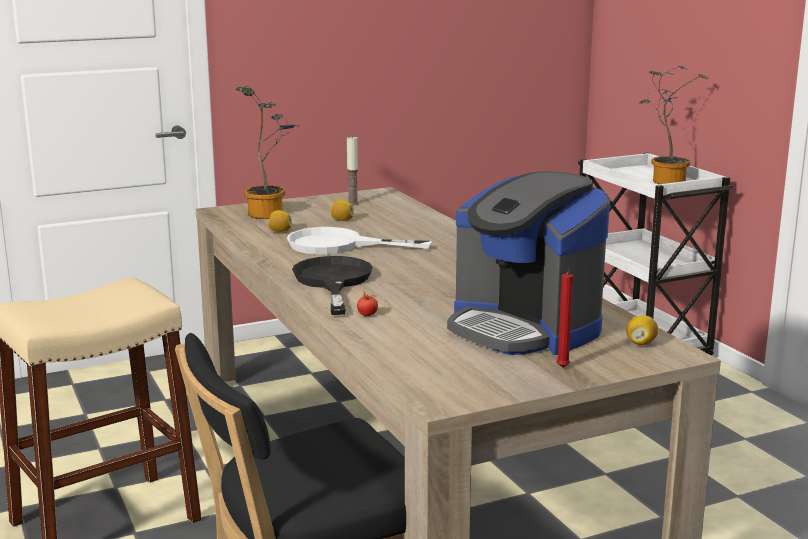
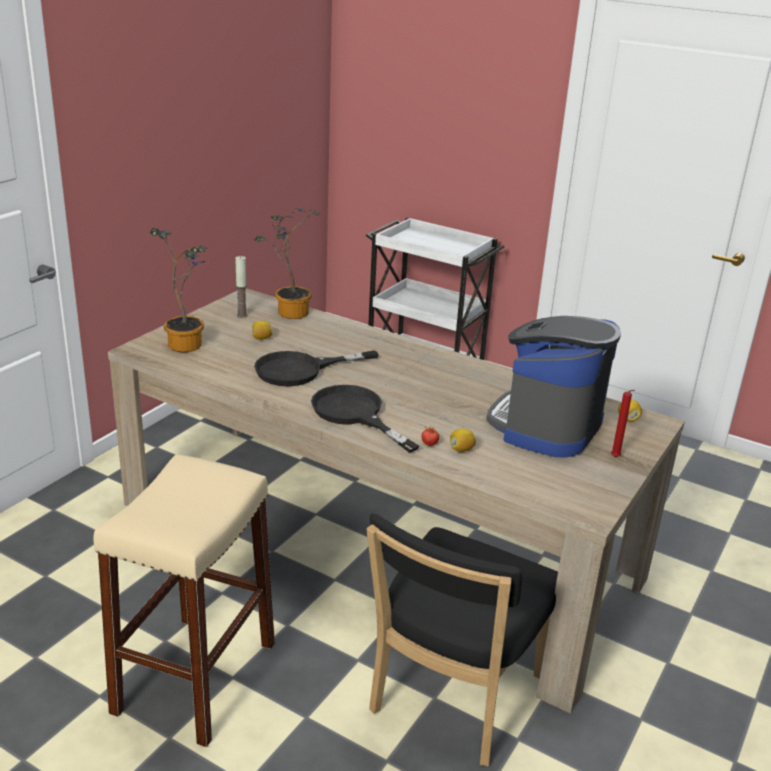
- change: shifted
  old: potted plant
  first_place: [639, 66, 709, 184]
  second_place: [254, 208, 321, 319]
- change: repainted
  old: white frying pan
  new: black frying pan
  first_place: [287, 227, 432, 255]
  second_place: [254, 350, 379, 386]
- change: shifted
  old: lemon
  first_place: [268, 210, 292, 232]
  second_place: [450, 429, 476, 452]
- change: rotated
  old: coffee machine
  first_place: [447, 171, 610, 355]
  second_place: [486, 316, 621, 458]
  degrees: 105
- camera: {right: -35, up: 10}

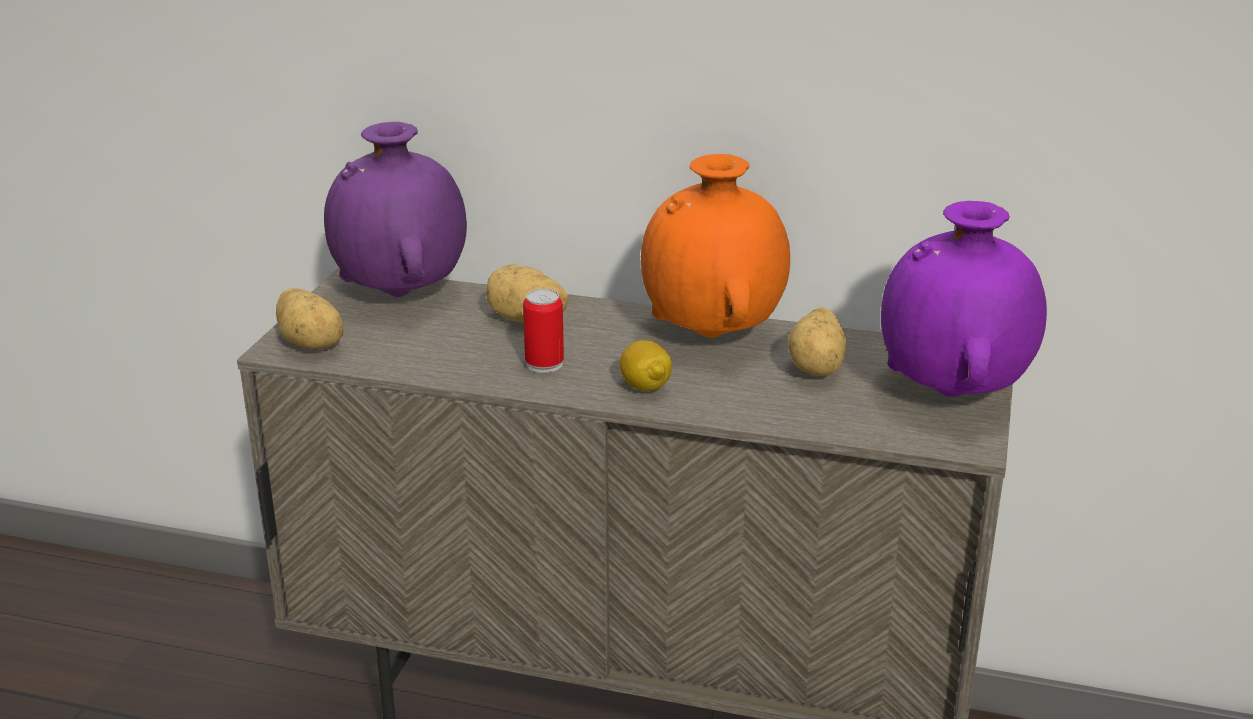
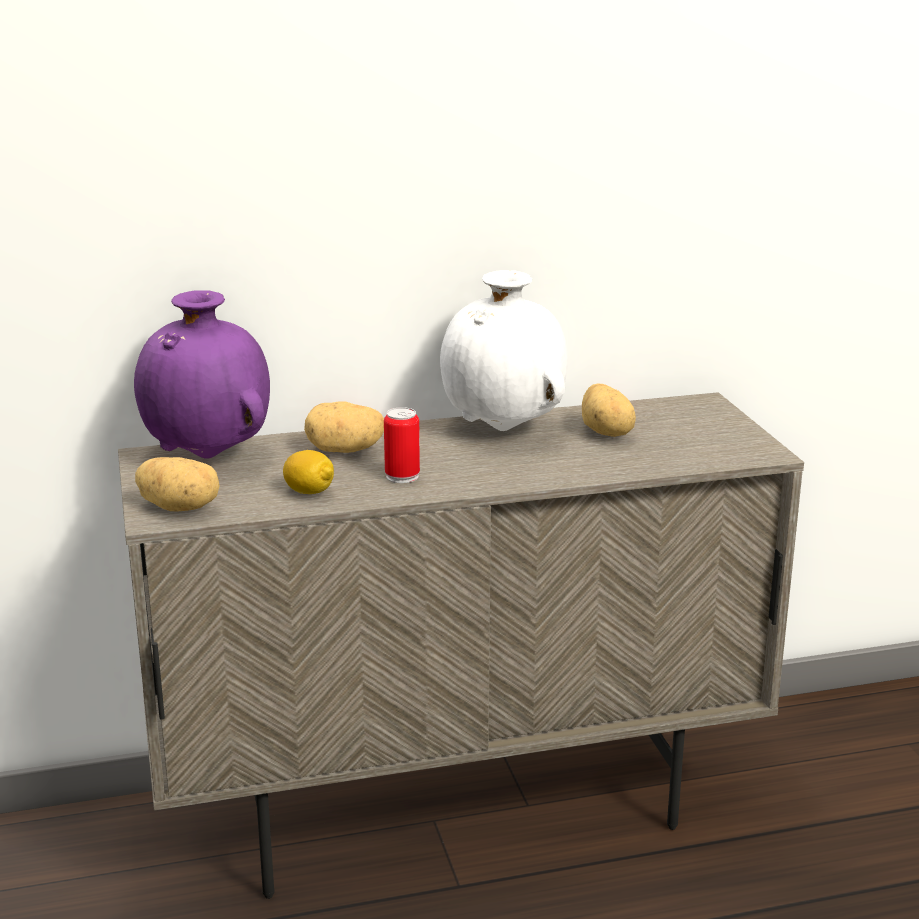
- change: shifted
  old: lemon
  first_place: [620, 340, 672, 391]
  second_place: [283, 450, 334, 494]
- change: repainted
  old: orange vase
  new: white vase
  first_place: [641, 154, 790, 338]
  second_place: [440, 270, 568, 431]
- change: gone
  old: purple vase
  first_place: [881, 201, 1047, 397]
- camera: {right: -30, up: -5}

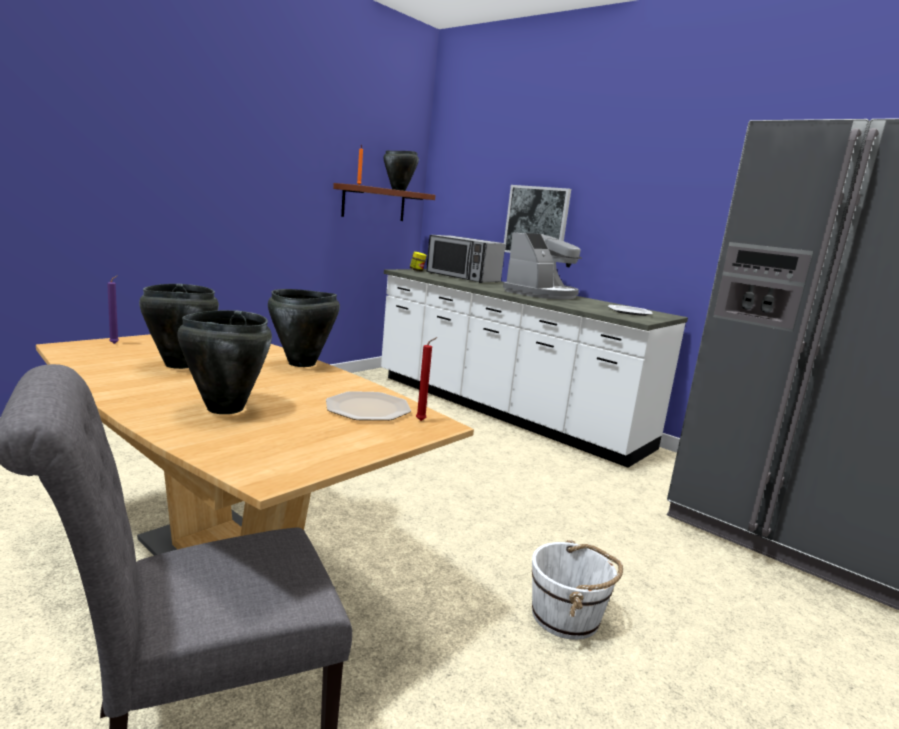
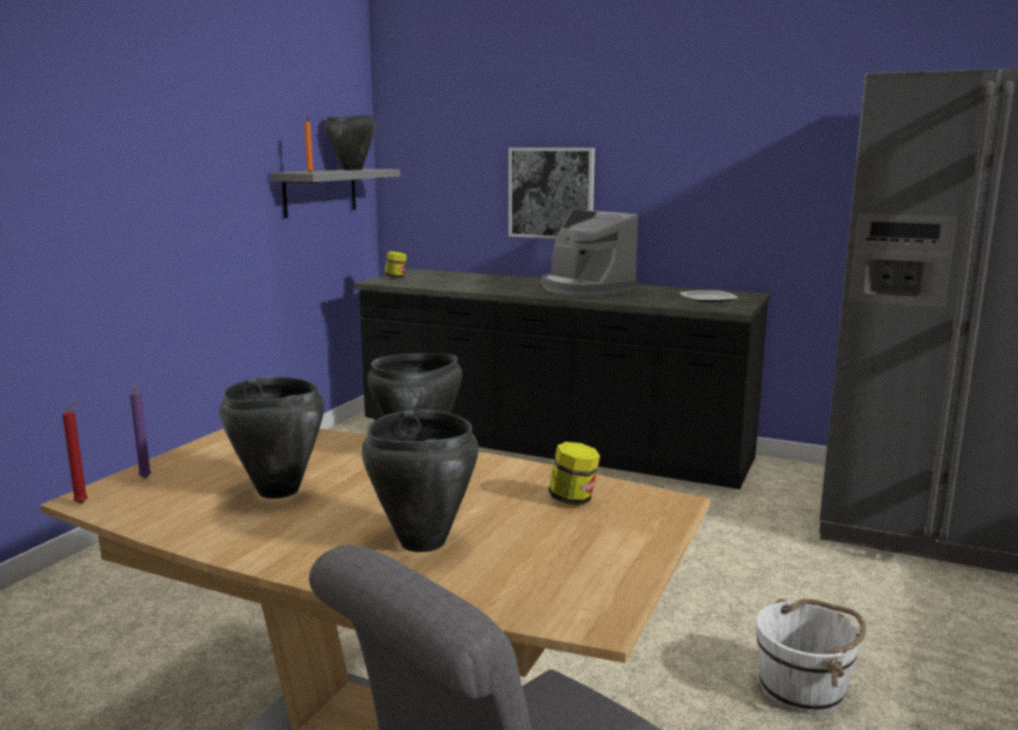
- change: shifted
  old: red candle
  first_place: [416, 337, 437, 421]
  second_place: [62, 400, 88, 504]
- change: repainted
  old: brown shelf
  new: grey shelf
  first_place: [333, 183, 436, 221]
  second_place: [270, 169, 400, 218]
- change: repainted
  old: white counter
  new: black counter
  first_place: [381, 269, 688, 468]
  second_place: [354, 269, 771, 489]
- change: rotated
  old: coffee machine
  first_place: [503, 233, 582, 299]
  second_place: [541, 210, 638, 296]
  degrees: 120
- change: swapped
  old: plate
  new: jar
  first_place: [326, 391, 411, 421]
  second_place: [548, 442, 600, 505]
- change: gone
  old: microwave
  first_place: [426, 235, 505, 283]
- camera: {right: -15, up: 0}

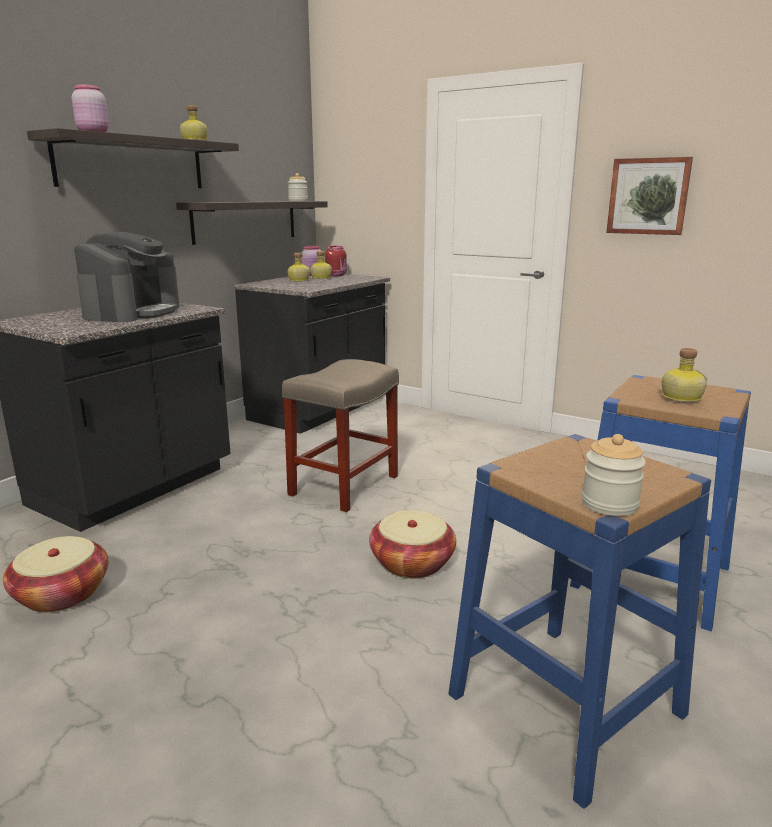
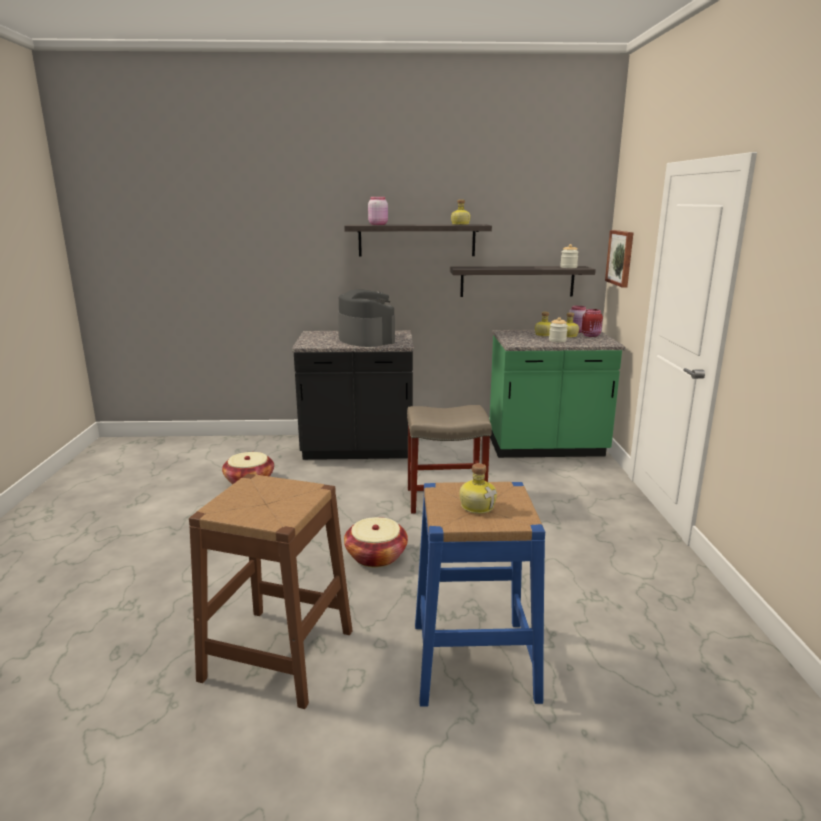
- change: repainted
  old: blue stool
  new: brown stool
  first_place: [448, 434, 711, 809]
  second_place: [189, 474, 353, 709]
- change: rotated
  old: coffee machine
  first_place: [74, 232, 180, 322]
  second_place: [338, 289, 395, 347]
  degrees: -105
- change: repainted
  old: black counter
  new: green counter
  first_place: [234, 274, 390, 434]
  second_place: [490, 330, 625, 458]
- change: shifted
  old: jar
  first_place: [582, 434, 646, 516]
  second_place: [549, 317, 568, 342]
- change: shifted
  old: picture
  first_place: [606, 157, 693, 235]
  second_place: [605, 230, 633, 288]
- camera: {right: 55, up: 0}

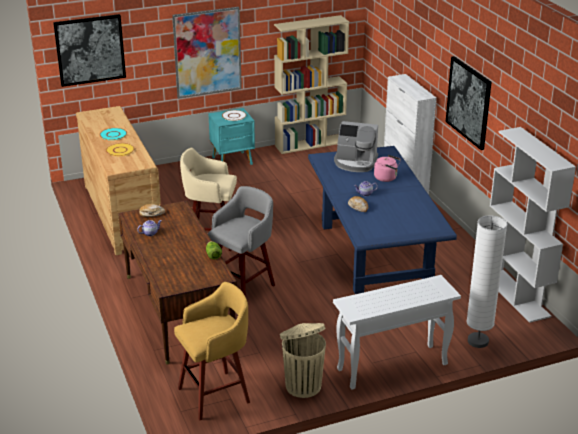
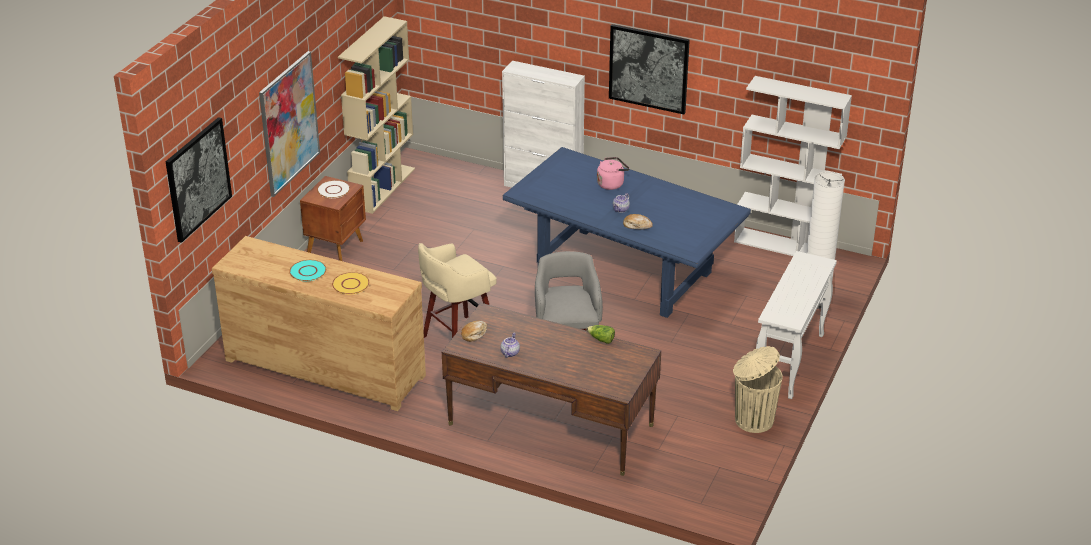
- change: repainted
  old: turquoise nightstand
  new: brown nightstand
  first_place: [209, 108, 255, 165]
  second_place: [300, 176, 366, 261]
- change: gone
  old: yellow stool
  first_place: [174, 282, 250, 420]
- change: gone
  old: coffee machine
  first_place: [334, 121, 378, 172]
- camera: {right: -45, up: 5}

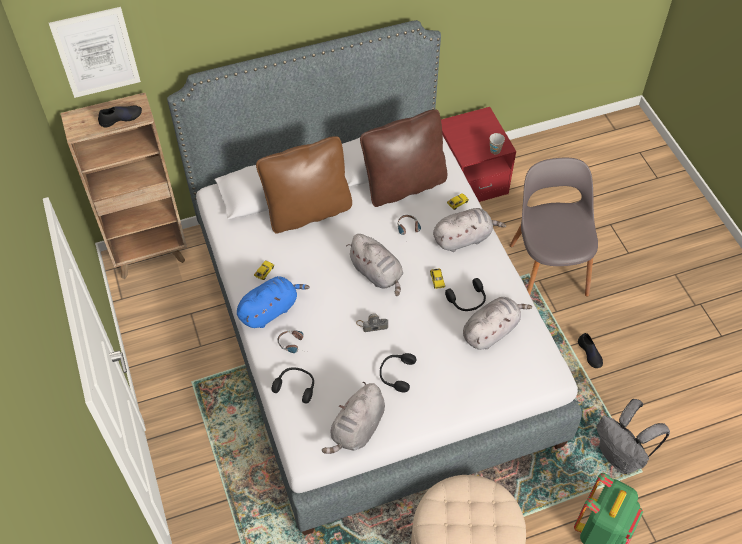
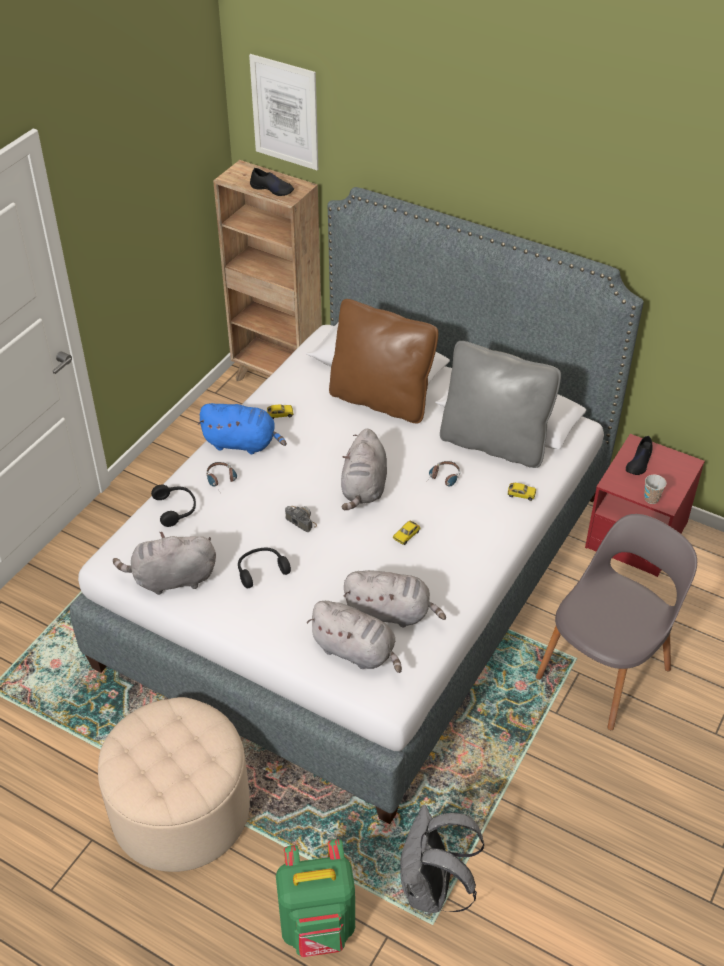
- change: shifted
  old: grey plush toy
  first_place: [433, 208, 506, 252]
  second_place: [307, 601, 402, 673]
- change: repainted
  old: brown pillow
  new: grey pillow
  first_place: [360, 109, 447, 207]
  second_place: [440, 341, 561, 468]
- change: shifted
  old: black shoe
  first_place: [578, 333, 603, 368]
  second_place: [626, 436, 653, 475]
- change: gone
  old: black headphones
  first_place: [445, 278, 486, 311]
- camera: {right: 50, up: -10}

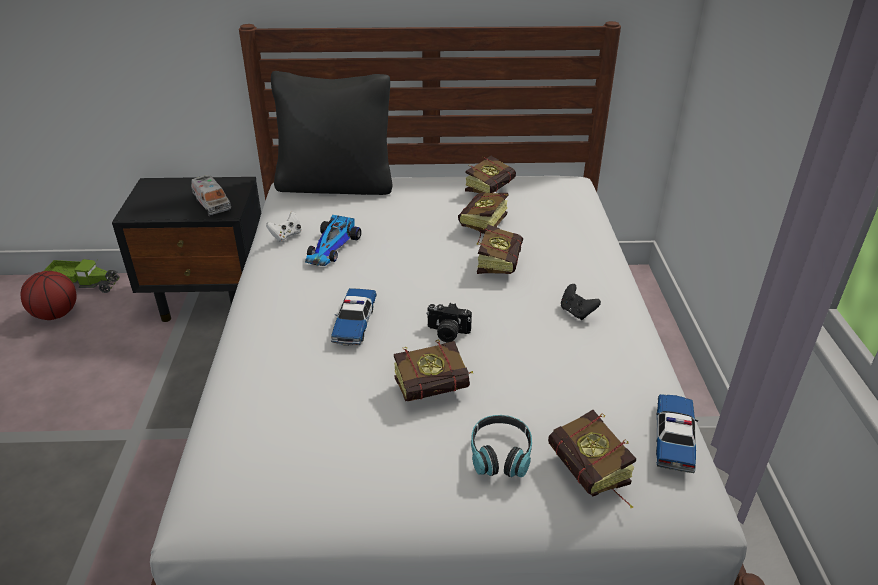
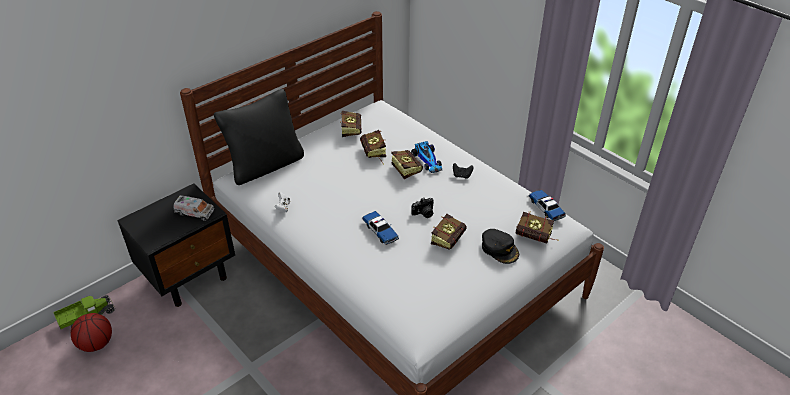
- change: shifted
  old: toy car
  first_place: [305, 215, 361, 266]
  second_place: [411, 141, 442, 173]
- change: swapped
  old: headphones
  new: black cap
  first_place: [471, 415, 532, 477]
  second_place: [482, 229, 519, 264]
- camera: {right: -40, up: 5}

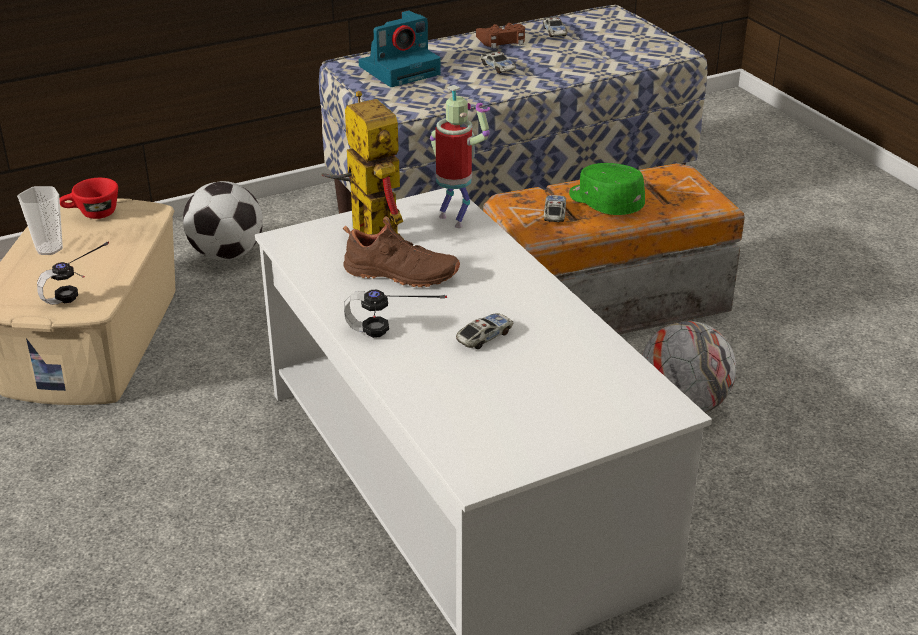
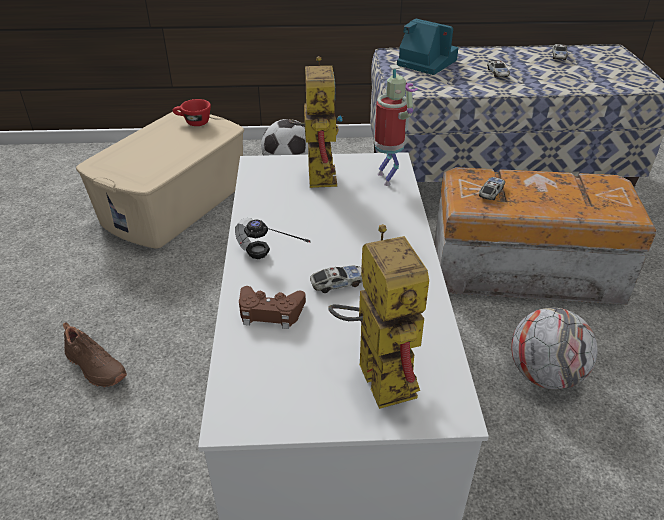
- change: shifted
  old: brown shoe
  first_place: [343, 216, 460, 287]
  second_place: [63, 322, 127, 387]
- change: shifted
  old: brown game controller
  first_place: [476, 23, 525, 49]
  second_place: [239, 286, 306, 329]
- change: new
  new: toy robot
  second_place: [328, 224, 429, 409]
- change: rotated
  old: photo camera
  first_place: [359, 10, 441, 87]
  second_place: [397, 19, 458, 75]
  degrees: -135
- change: gone
  old: cup
  first_place: [17, 186, 63, 255]
- change: gone
  old: headphones
  first_place: [37, 241, 109, 305]
- change: gone
  old: green cap
  first_place: [569, 163, 645, 215]
- camera: {right: 25, up: 5}

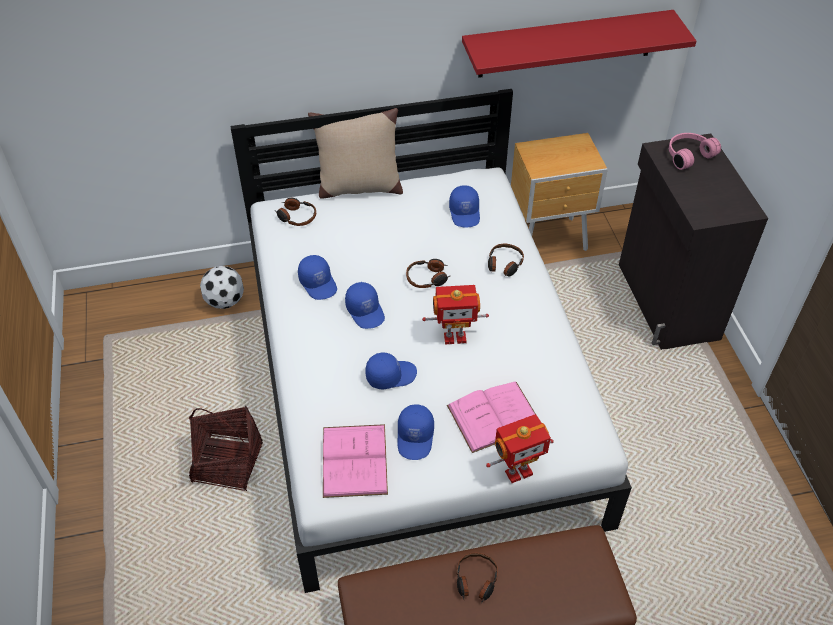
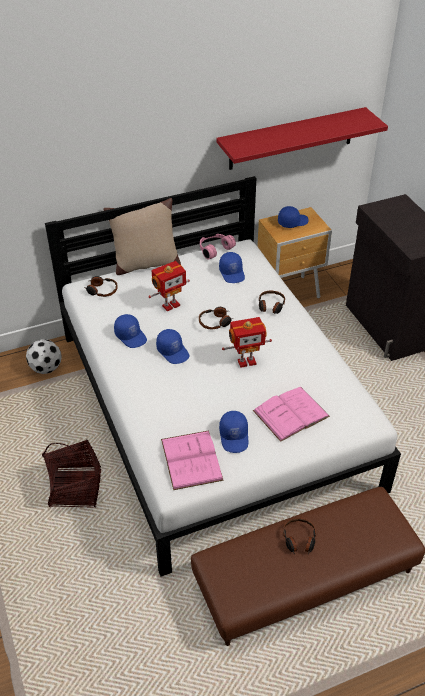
- change: shifted
  old: toy robot
  first_place: [486, 414, 554, 483]
  second_place: [148, 261, 190, 311]
- change: shifted
  old: pink headphones
  first_place: [669, 133, 721, 170]
  second_place: [200, 234, 236, 260]
- change: shifted
  old: blue cap
  first_place: [365, 352, 417, 390]
  second_place: [278, 206, 309, 228]
- camera: {right: -10, up: -5}

